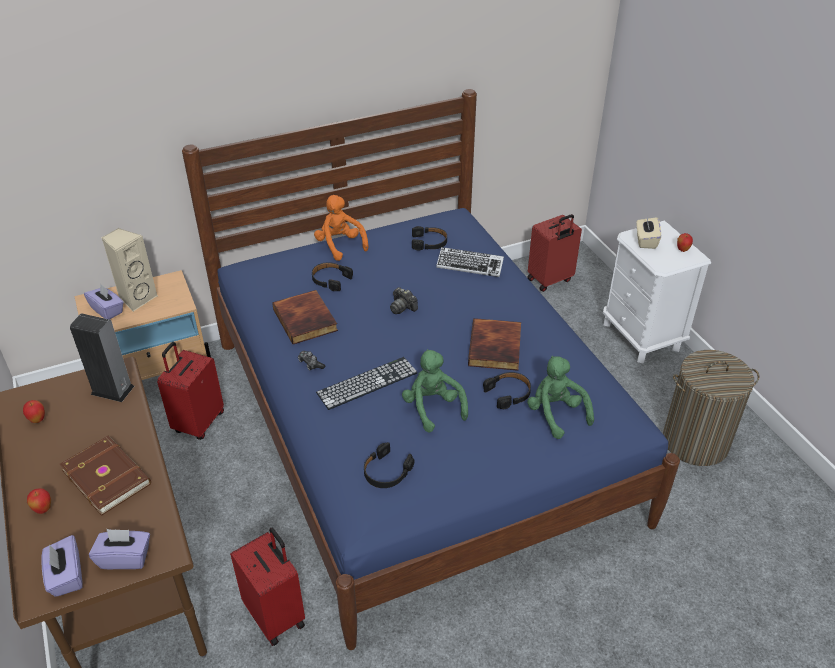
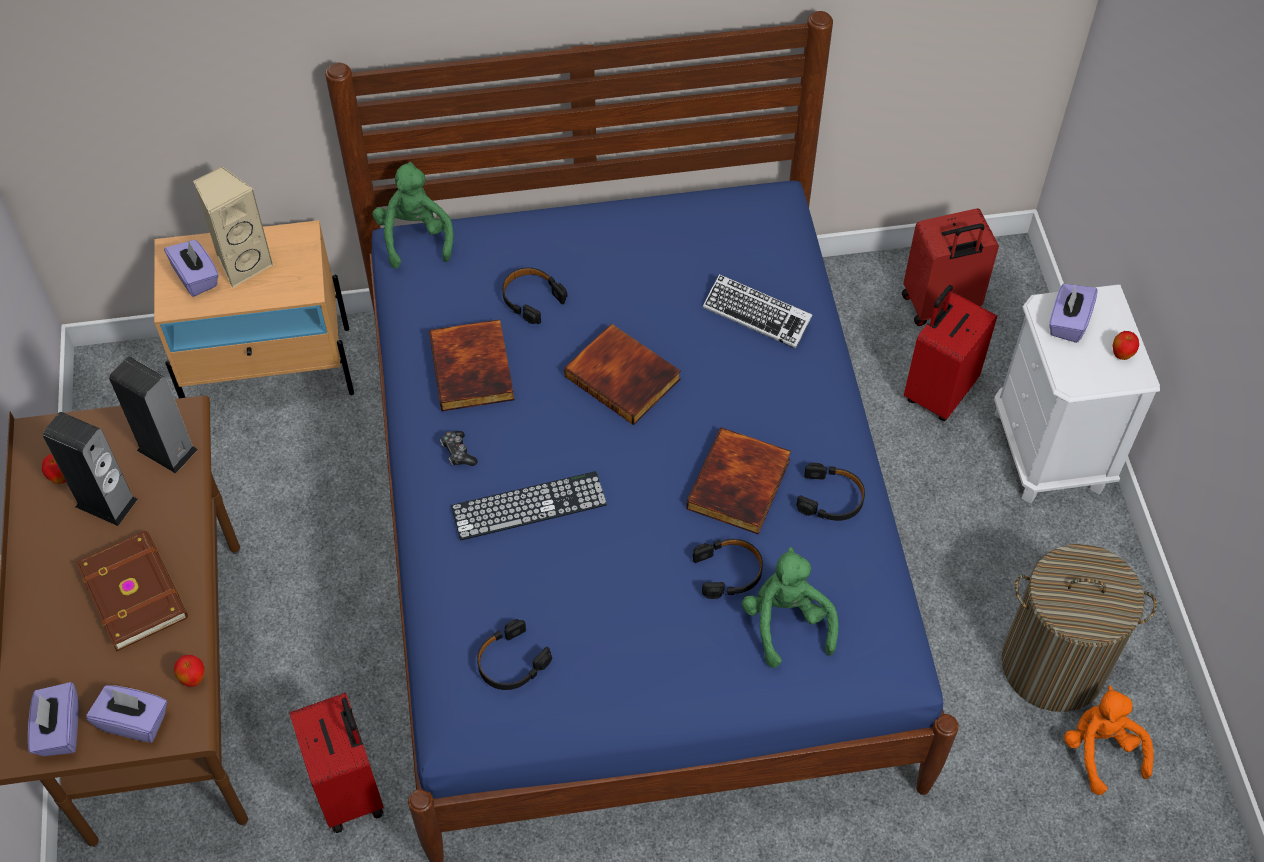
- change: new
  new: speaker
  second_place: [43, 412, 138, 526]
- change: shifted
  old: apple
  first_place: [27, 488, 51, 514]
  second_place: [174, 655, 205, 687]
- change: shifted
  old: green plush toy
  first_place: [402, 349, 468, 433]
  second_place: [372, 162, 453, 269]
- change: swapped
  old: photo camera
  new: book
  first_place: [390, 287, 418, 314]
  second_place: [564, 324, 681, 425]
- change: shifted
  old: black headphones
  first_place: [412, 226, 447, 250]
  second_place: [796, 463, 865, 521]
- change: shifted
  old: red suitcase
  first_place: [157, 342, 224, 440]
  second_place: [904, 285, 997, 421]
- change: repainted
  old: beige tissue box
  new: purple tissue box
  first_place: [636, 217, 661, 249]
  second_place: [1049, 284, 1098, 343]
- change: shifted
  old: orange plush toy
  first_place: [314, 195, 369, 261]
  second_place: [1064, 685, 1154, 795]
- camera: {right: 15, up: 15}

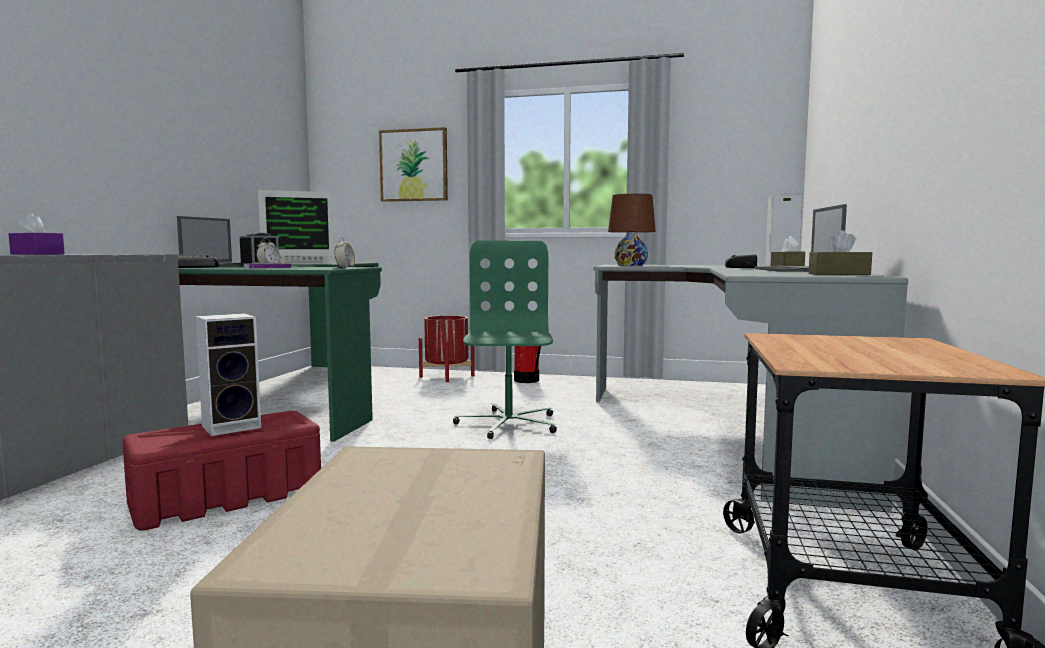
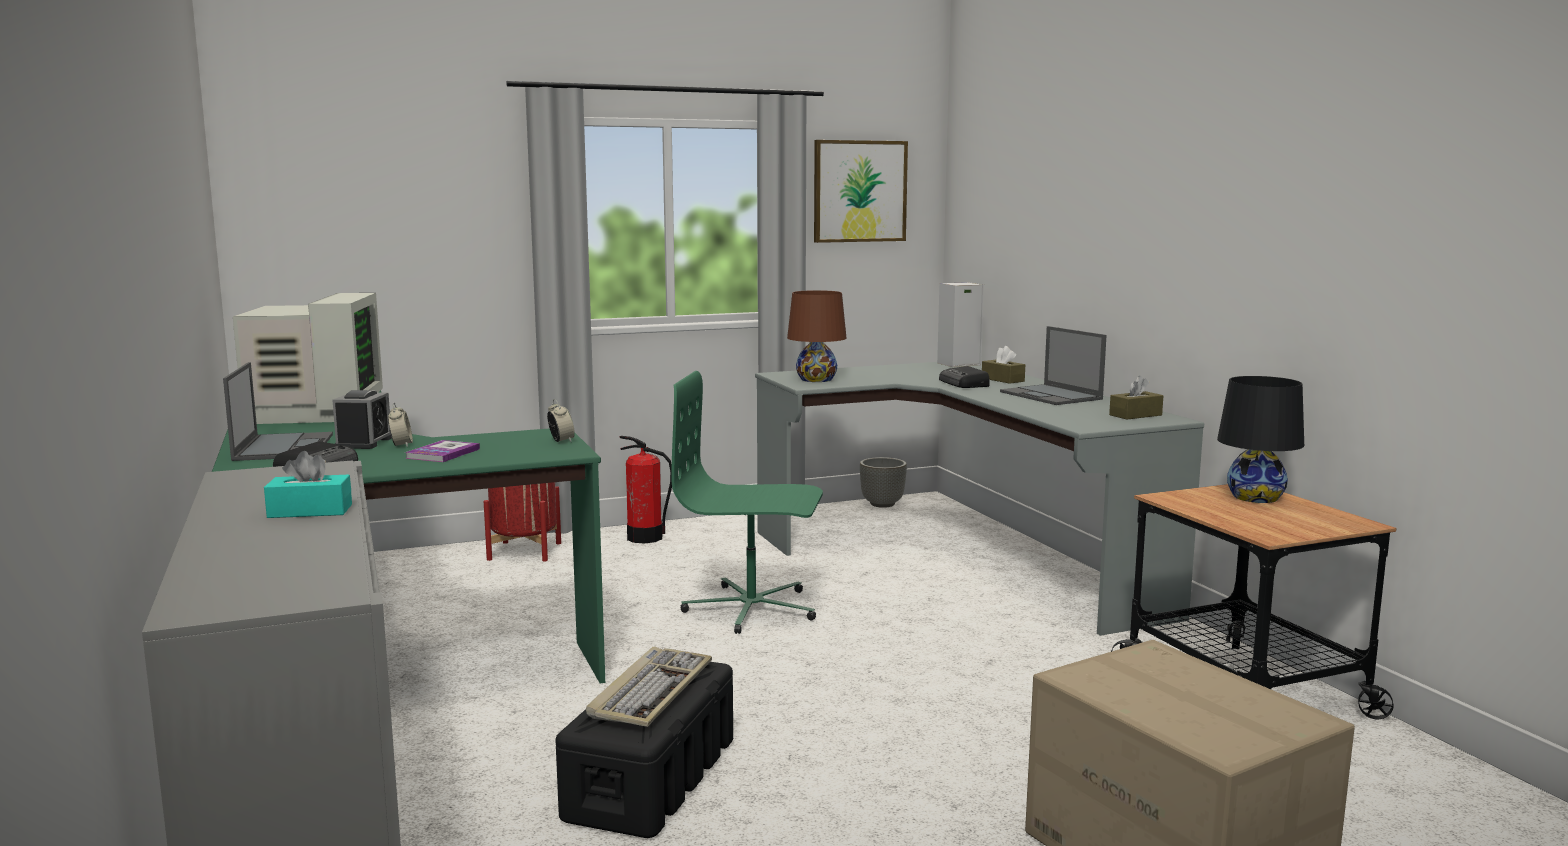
- change: rotated
  old: monitor
  first_place: [258, 190, 335, 265]
  second_place: [233, 293, 383, 424]
  degrees: -45
- change: repainted
  old: purple tissue box
  new: turquoise tissue box
  first_place: [9, 213, 65, 255]
  second_place: [264, 451, 352, 518]
- change: repainted
  old: red storage box
  new: black storage box
  first_place: [122, 411, 321, 531]
  second_place: [556, 662, 733, 838]
- change: swapped
  old: speaker
  new: keyboard
  first_place: [196, 313, 261, 436]
  second_place: [586, 646, 712, 727]
- change: rotated
  old: green office chair
  first_place: [453, 241, 557, 439]
  second_place: [671, 371, 823, 634]
  degrees: -45
- change: shifted
  old: picture
  first_place: [379, 127, 448, 202]
  second_place: [814, 140, 908, 243]
- change: new
  new: grey planter
  second_place: [860, 457, 907, 508]
- change: new
  new: black table lamp
  second_place: [1217, 376, 1304, 503]
- camera: {right: -35, up: 5}

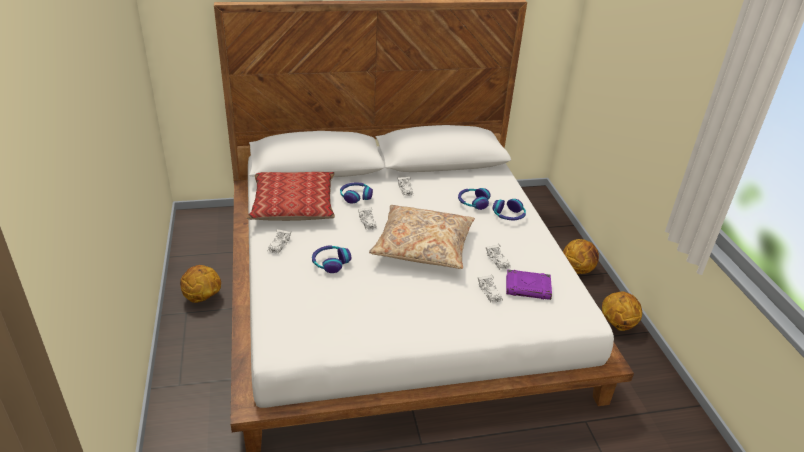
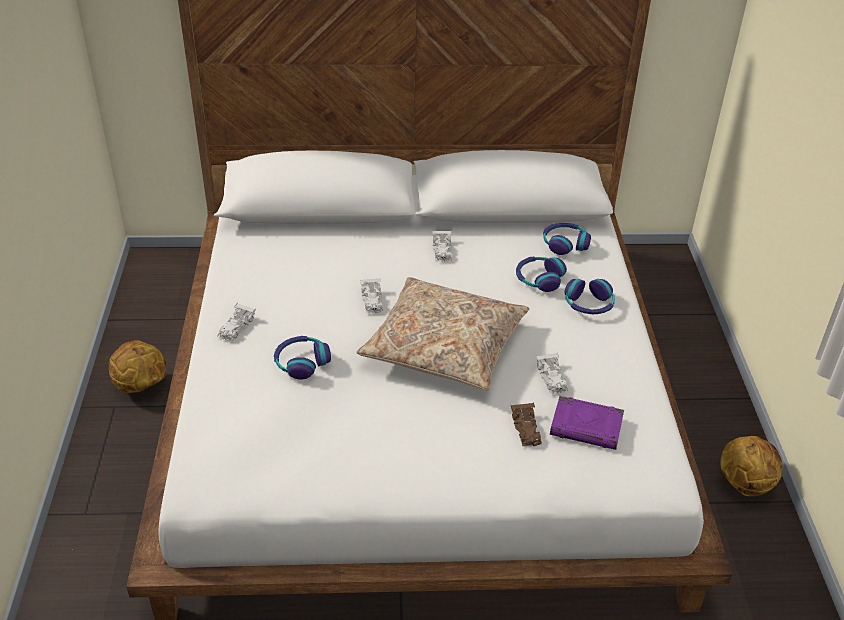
- change: repainted
  old: white toy car
  new: brown toy car
  first_place: [478, 275, 503, 303]
  second_place: [511, 402, 542, 447]
- change: shifted
  old: headphones
  first_place: [340, 182, 373, 204]
  second_place: [543, 223, 591, 255]
- change: gone
  old: pillow
  first_place: [247, 172, 335, 221]
- change: gone
  old: basketball
  first_place: [563, 239, 599, 274]
- camera: {right: 10, up: 5}

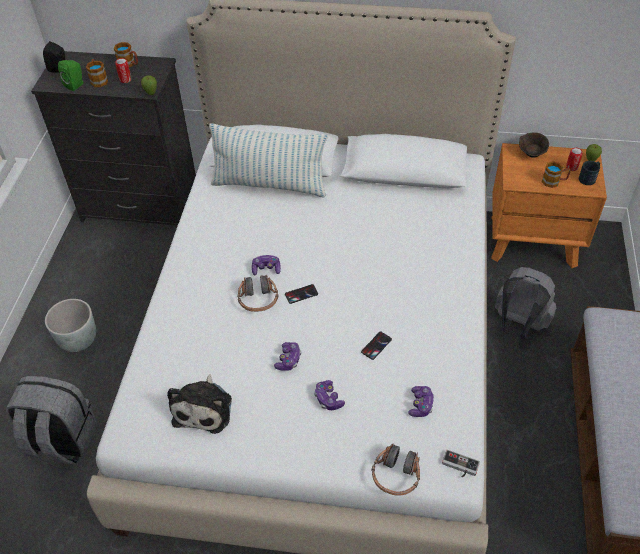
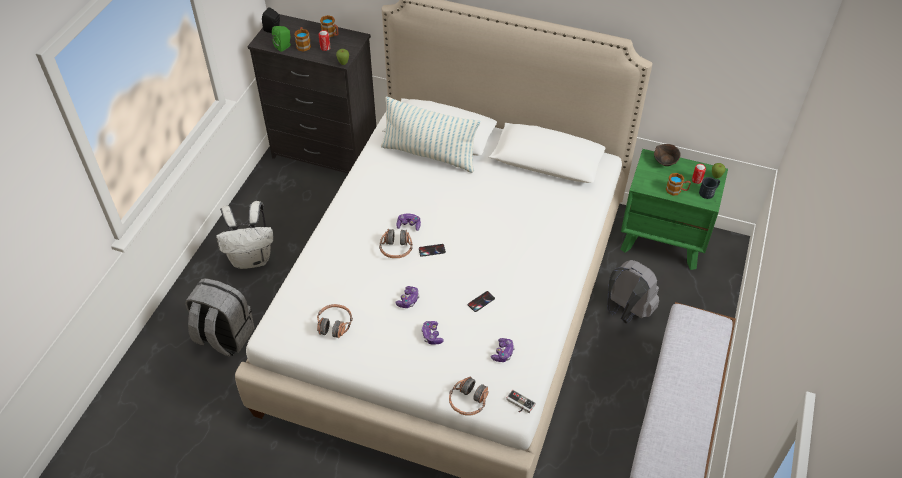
- change: swapped
  old: grey planter
  new: white backpack
  first_place: [45, 299, 96, 352]
  second_place: [216, 201, 274, 269]
- change: swapped
  old: plush toy
  new: headphones
  first_place: [167, 374, 232, 434]
  second_place: [317, 304, 353, 338]
- change: repainted
  old: orange nightstand
  new: green nightstand
  first_place: [491, 143, 607, 268]
  second_place: [620, 149, 728, 270]
- camera: {right: 10, up: 0}

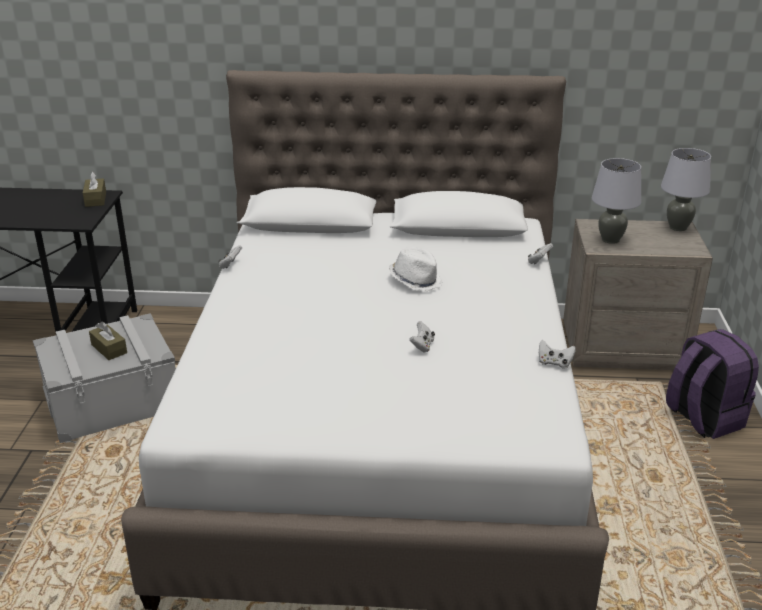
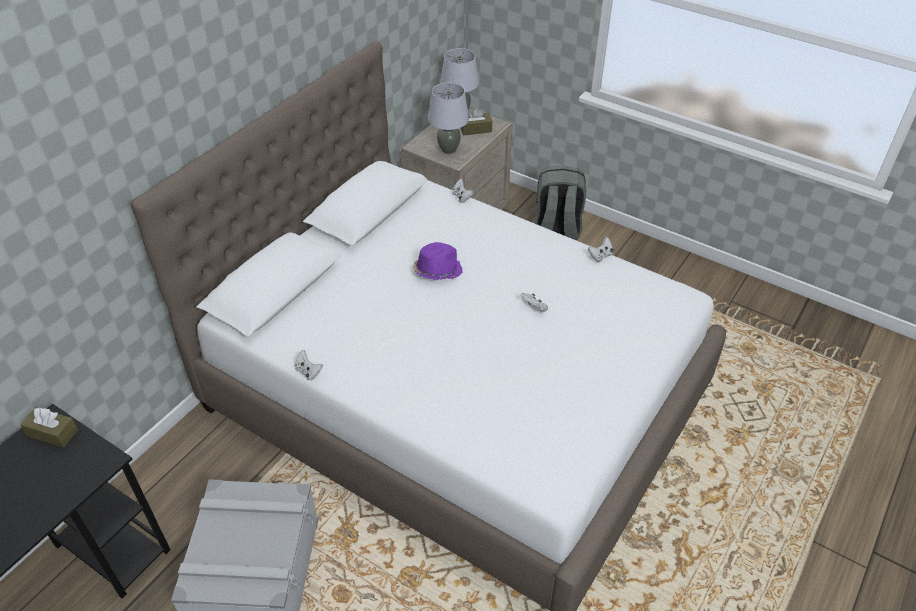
- change: repainted
  old: white hat
  new: purple hat
  first_place: [389, 247, 443, 292]
  second_place: [413, 242, 462, 280]
- change: shifted
  old: brown tissue box
  first_place: [89, 321, 127, 360]
  second_place: [461, 108, 492, 135]
- change: repainted
  old: purple backpack
  new: grey backpack
  first_place: [666, 329, 759, 439]
  second_place: [535, 166, 586, 240]
- camera: {right: -60, up: 15}

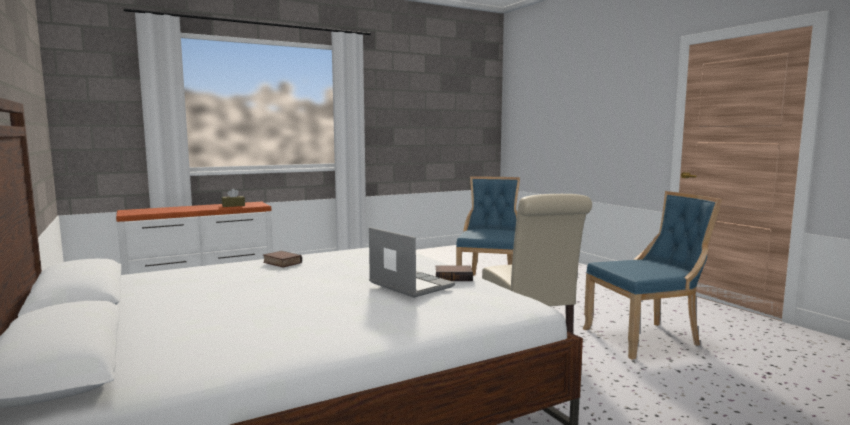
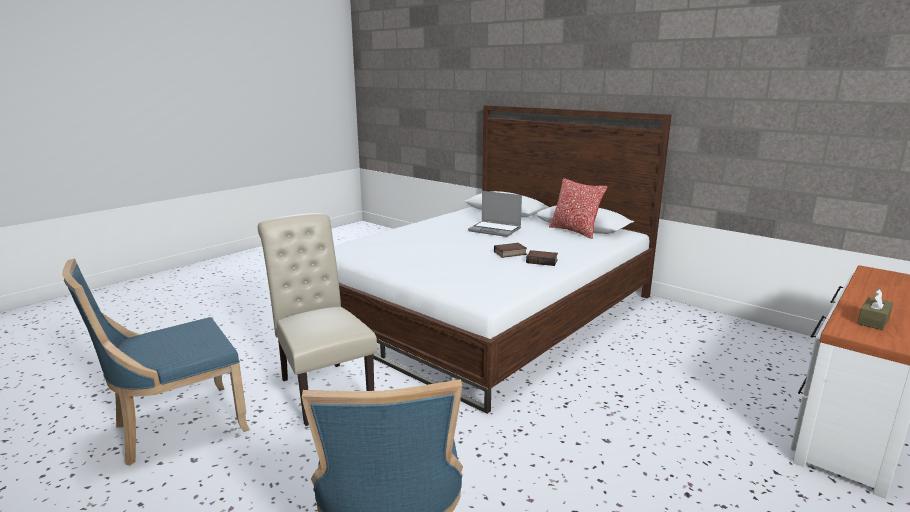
- change: shifted
  old: laptop
  first_place: [369, 227, 455, 298]
  second_place: [468, 191, 522, 237]
- change: shifted
  old: book
  first_place: [436, 266, 473, 281]
  second_place: [494, 243, 527, 258]
- change: new
  new: pillow
  second_place: [549, 178, 607, 239]
- camera: {right: 160, up: 10}

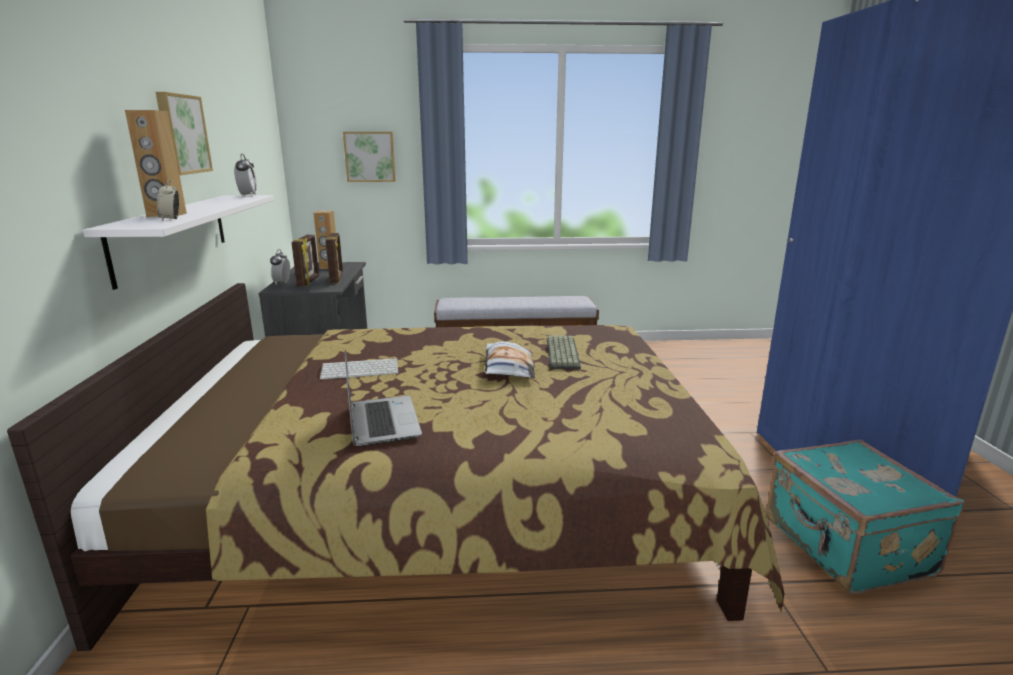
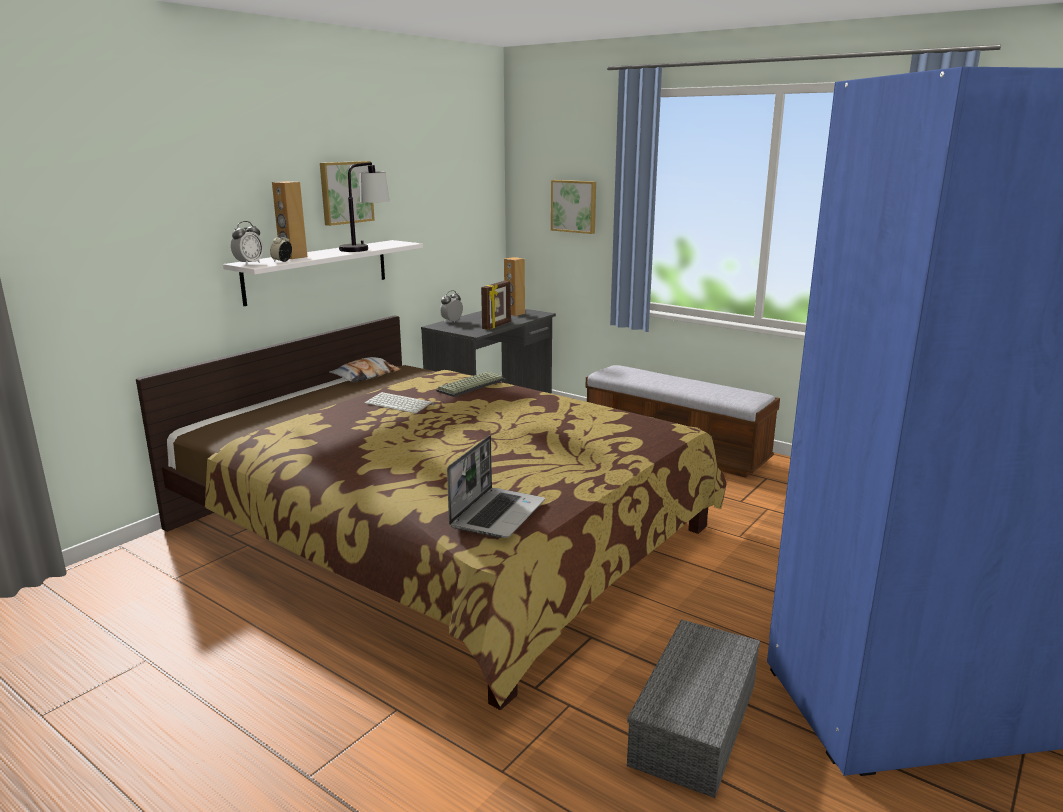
- change: shifted
  old: alarm clock
  first_place: [234, 153, 258, 197]
  second_place: [231, 221, 264, 265]
- change: shifted
  old: pillow
  first_place: [485, 341, 535, 378]
  second_place: [329, 357, 400, 383]
- change: new
  new: table lamp
  second_place: [339, 162, 390, 252]
- change: shifted
  old: keyboard
  first_place: [547, 335, 581, 369]
  second_place: [436, 372, 505, 397]
- change: shifted
  old: laptop
  first_place: [345, 350, 422, 446]
  second_place: [447, 435, 545, 538]
- change: swapped
  old: turquoise suitcase
  new: grey storage box
  first_place: [766, 440, 964, 594]
  second_place: [627, 619, 760, 798]
- change: gone
  old: picture frame
  first_place: [291, 235, 319, 286]
- camera: {right: 40, up: 0}

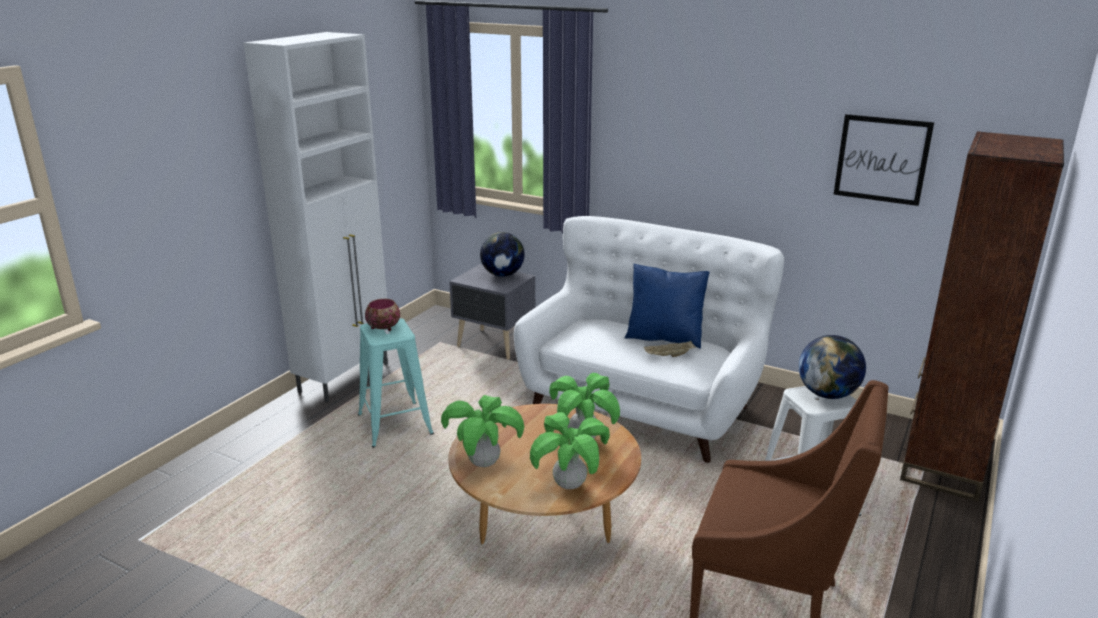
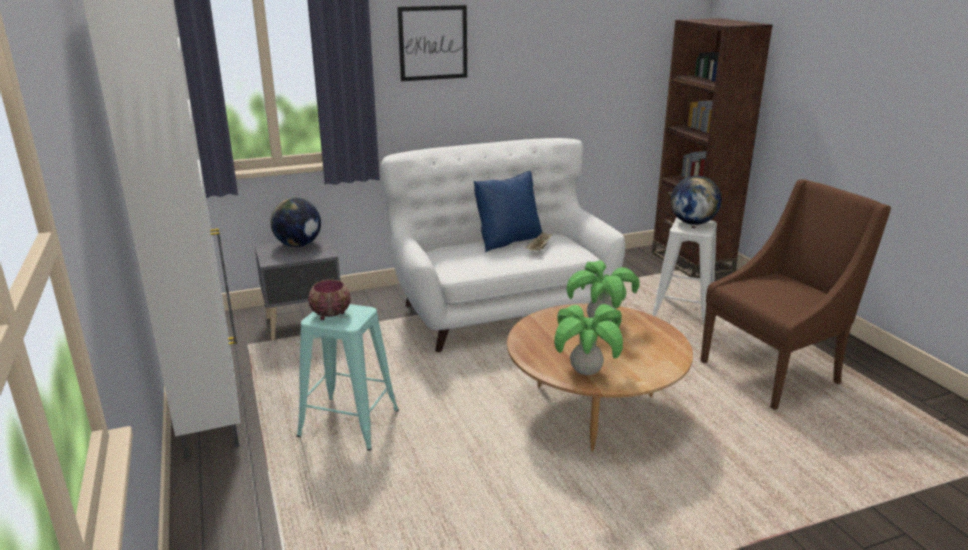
- change: shifted
  old: picture
  first_place: [833, 114, 934, 206]
  second_place: [397, 5, 467, 81]
- change: gone
  old: potted plant
  first_place: [530, 412, 610, 489]
- camera: {right: -50, up: 0}

